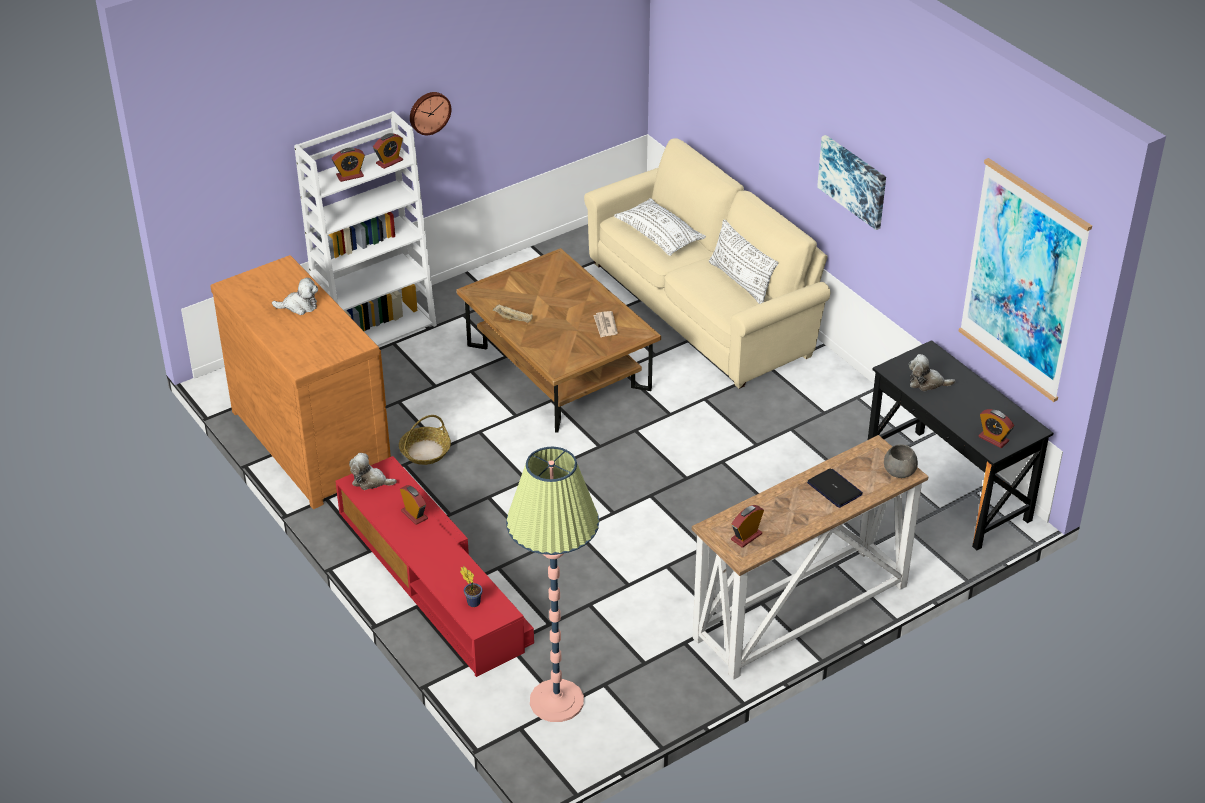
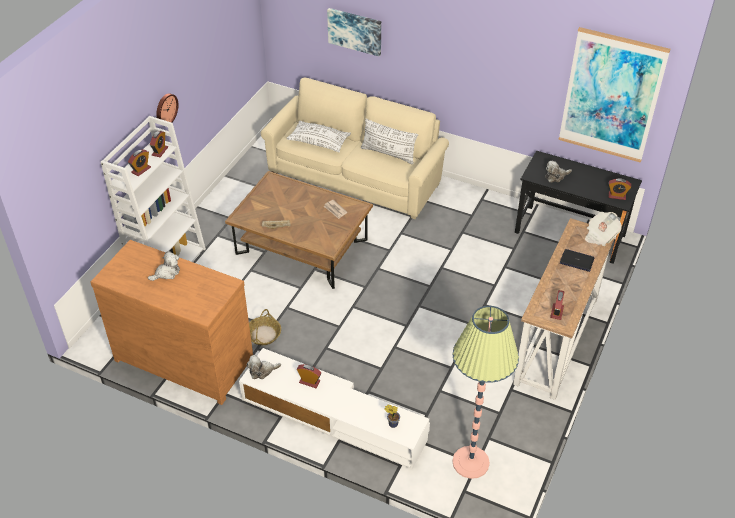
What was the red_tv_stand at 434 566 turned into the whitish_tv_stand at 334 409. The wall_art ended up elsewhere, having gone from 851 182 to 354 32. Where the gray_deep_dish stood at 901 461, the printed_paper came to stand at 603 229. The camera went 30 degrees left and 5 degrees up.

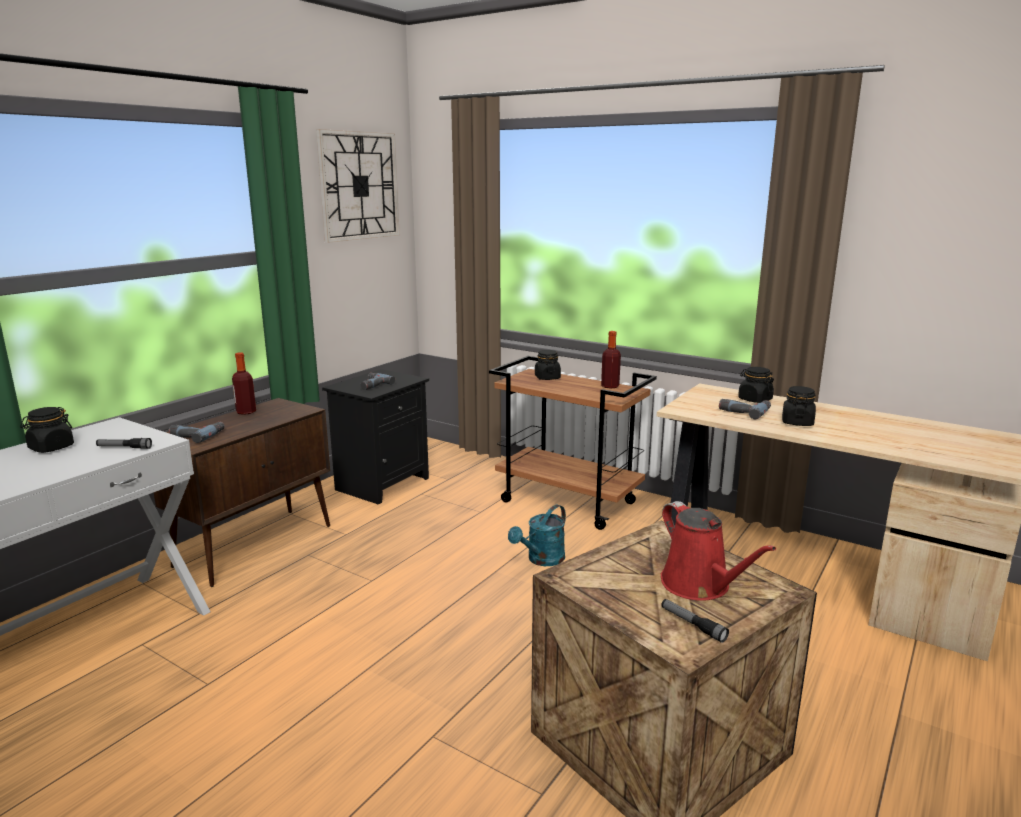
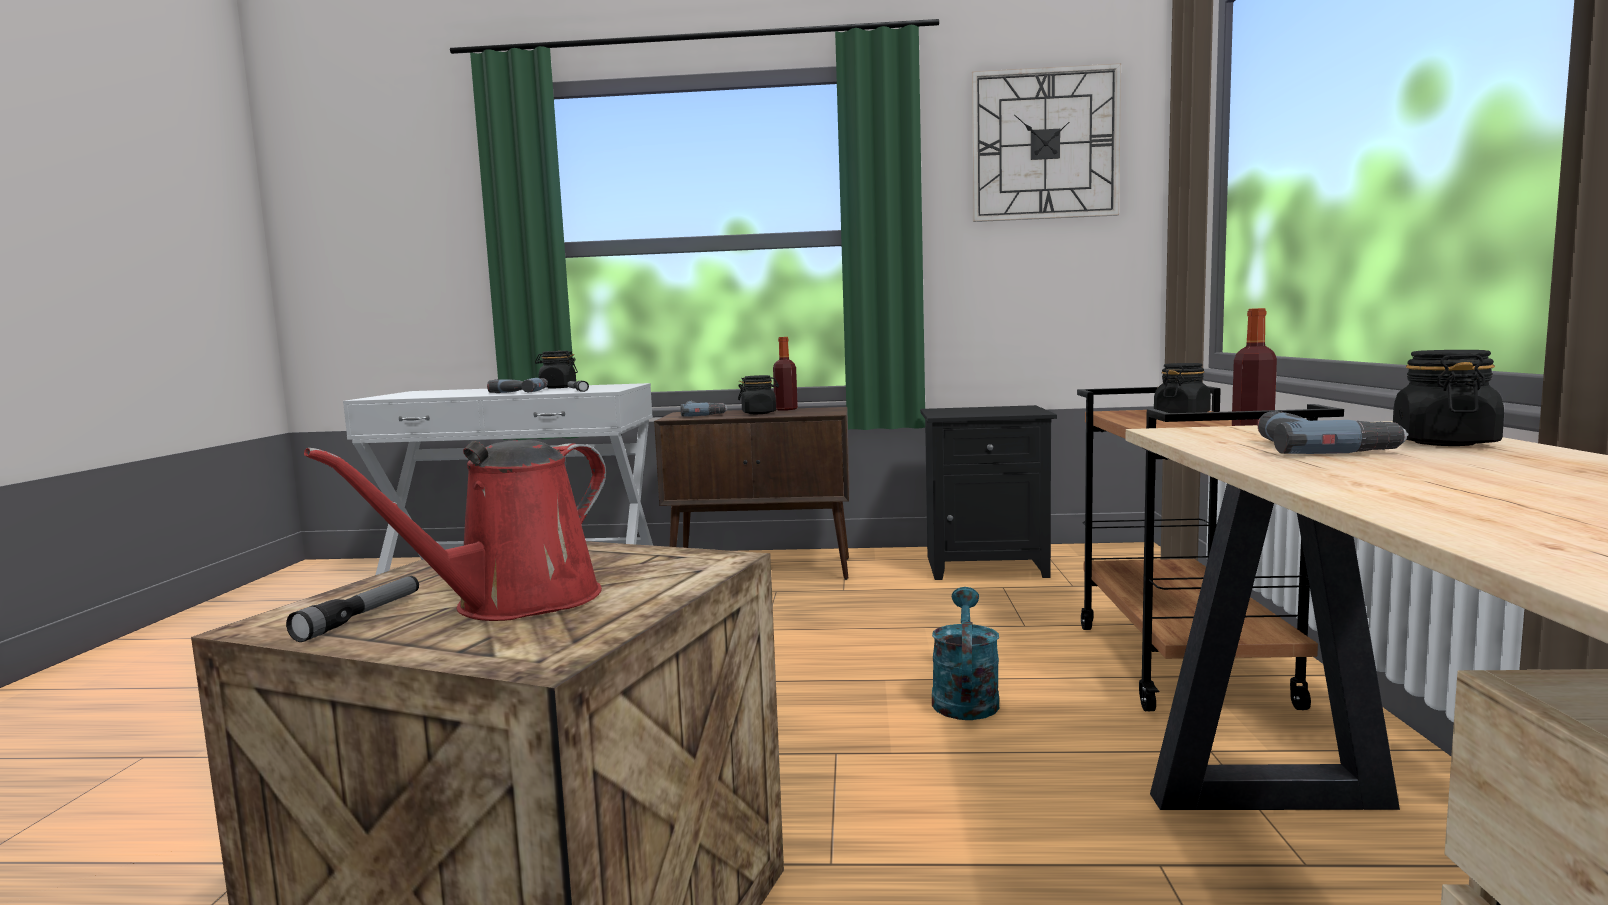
The power_drill ended up elsewhere, having gone from 378 381 to 517 385. The blue-green_sprinkling_can at 537 535 ended up facing another way, 90 degrees clockwise from before. The blackish_storage_jar ended up elsewhere, having gone from 799 406 to 758 394. The camera went 60 degrees right and 10 degrees down.

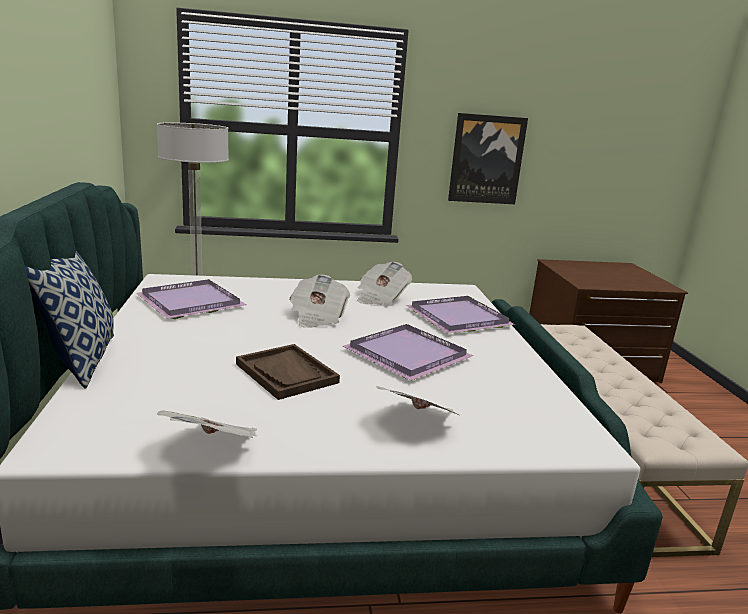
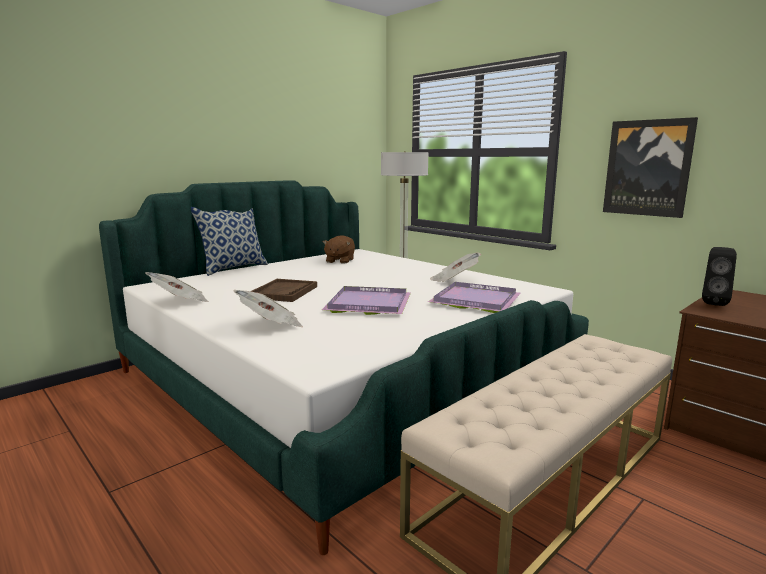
Where the purplish_carrying_tray stood at 191 299, the brown-coloured_cuddly_toy came to stand at 339 249. The second view lost the printed_paper at 320 301. The second view gained the blackish_loudspeaker at 719 276. The camera went 55 degrees right and 5 degrees down.

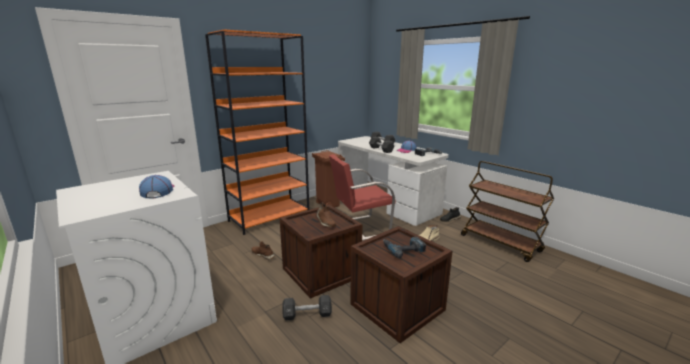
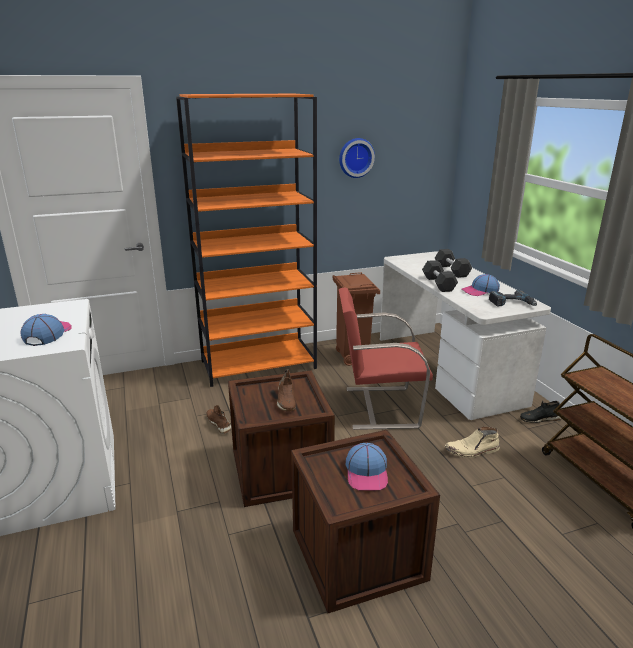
The second view lost the blackish_dumbbell at 307 308. Where the power_drill stood at 404 247, the peaked_cap came to stand at 367 466. The second view gained the wall_clock at 357 158. The camera went 20 degrees right and 5 degrees up.

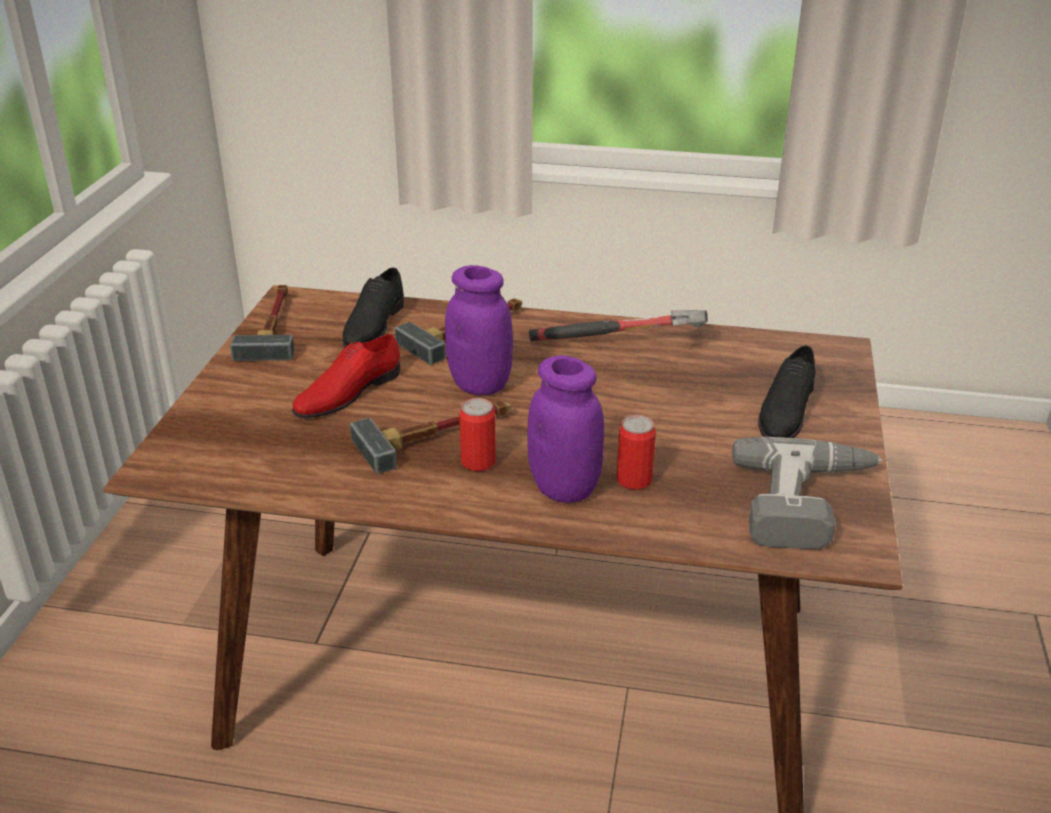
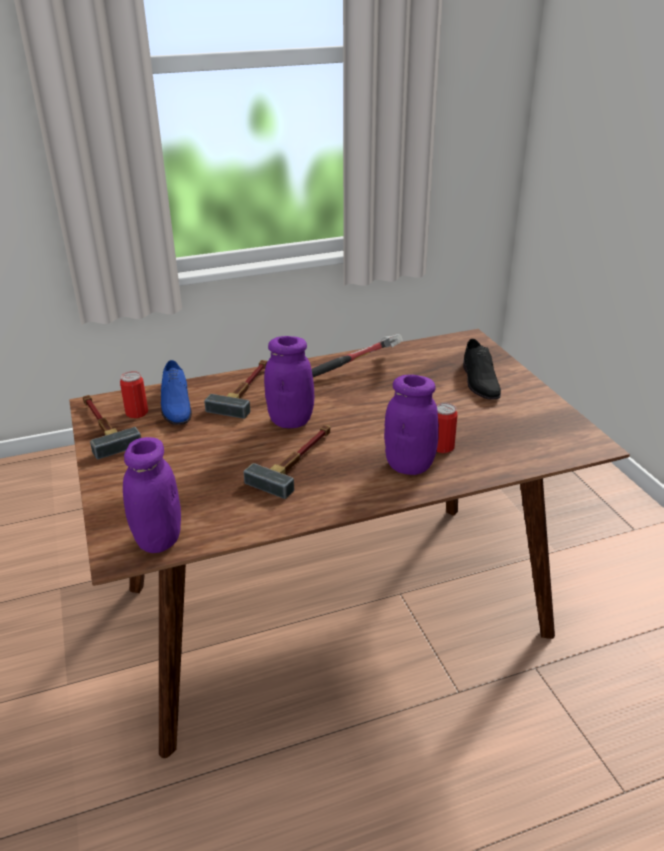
The second view lost the red_low_shoe at 346 376. What was the blackish_low_shoe at 373 307 turned into the blue-coloured_low_shoe at 176 392. The sealed_can ended up elsewhere, having gone from 477 434 to 134 394. The second view lost the power_drill at 807 493. The second view gained the purplish_storage_jar at 152 495. The camera went 30 degrees left and 0 degrees up.

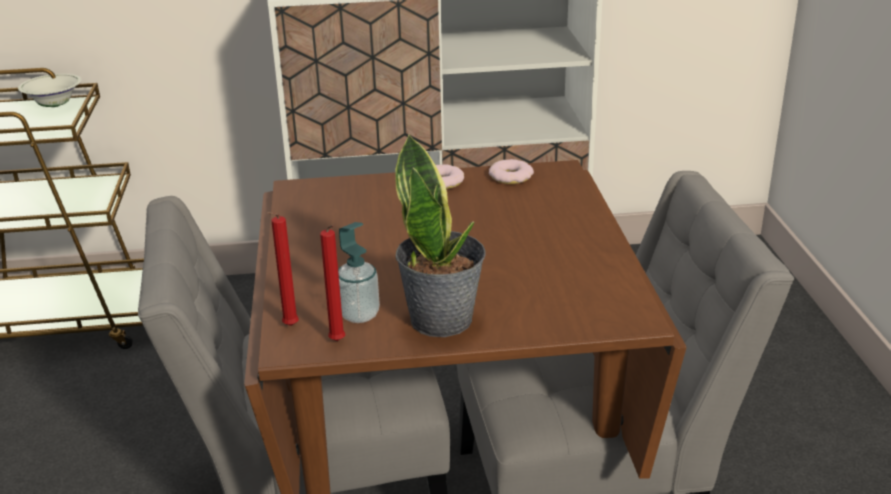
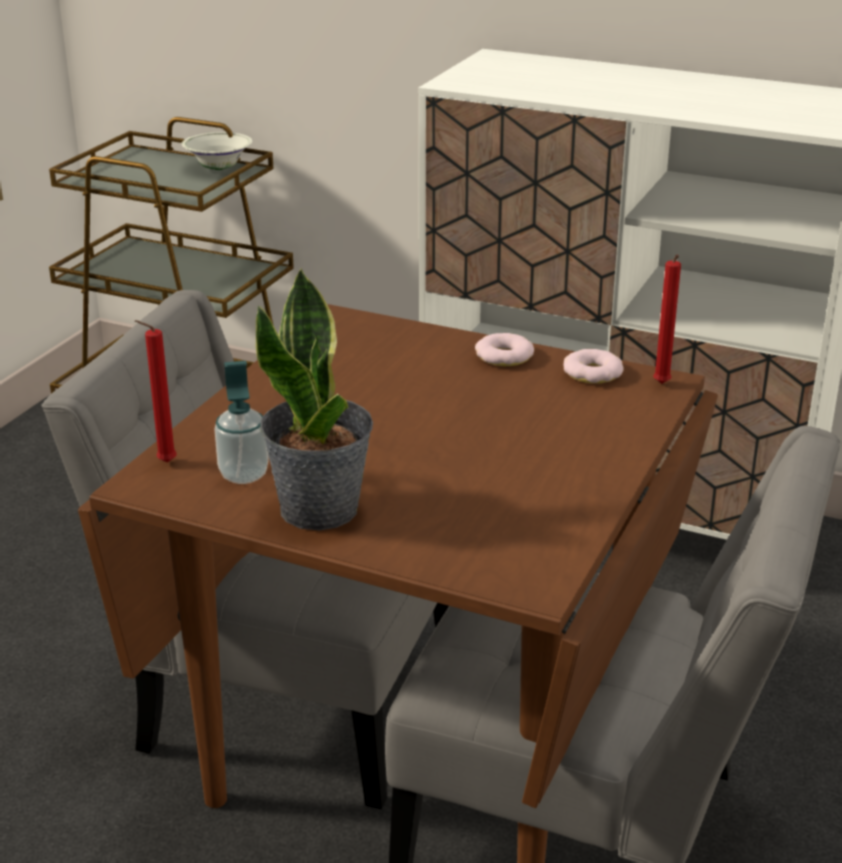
The red_wax_light ended up elsewhere, having gone from 332 283 to 667 319. The camera went 30 degrees right and 0 degrees up.

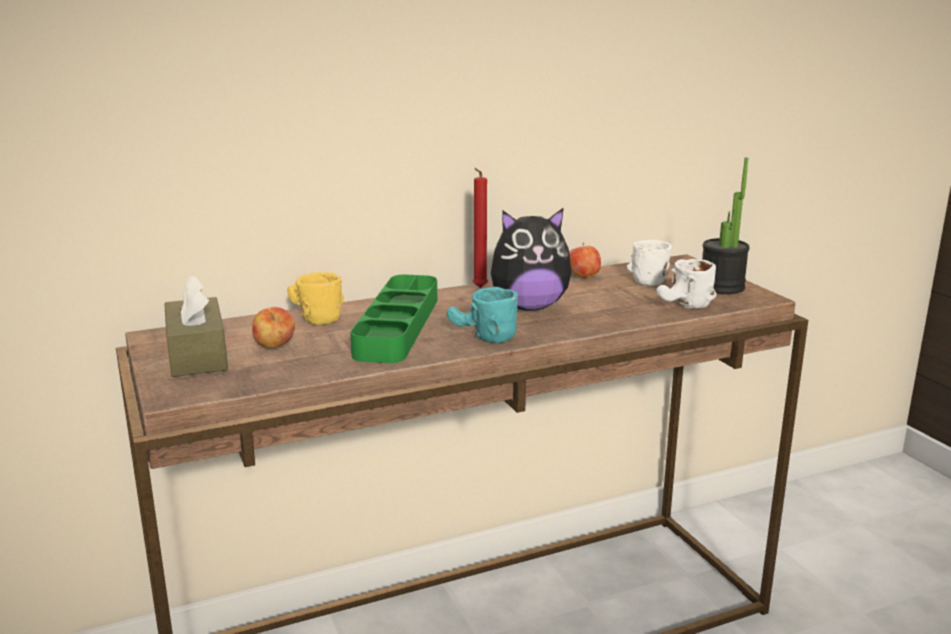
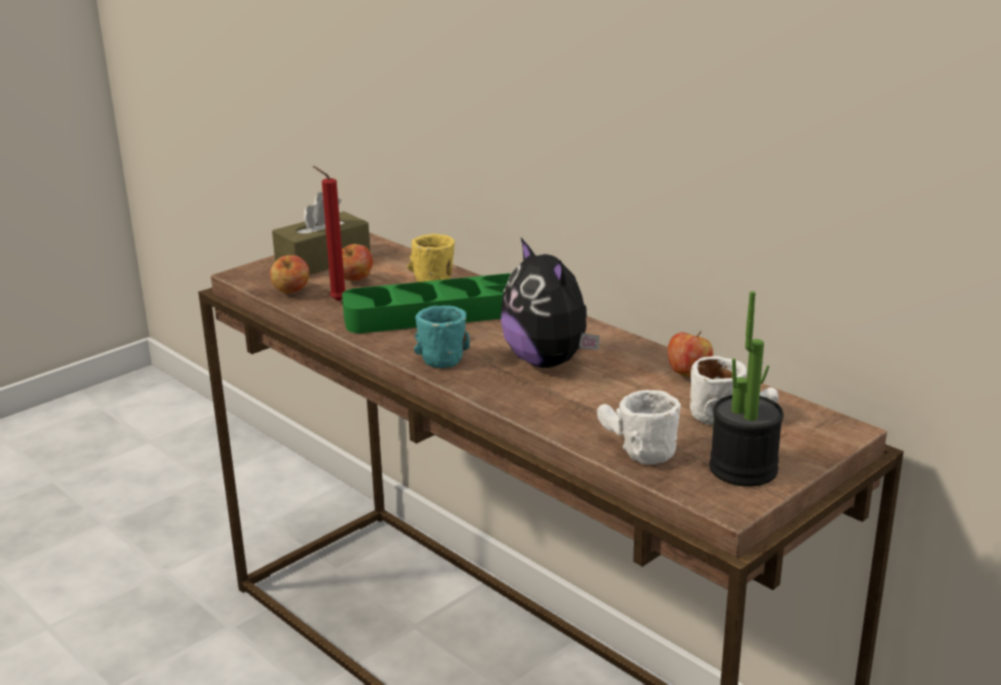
The red_wax_light ended up elsewhere, having gone from 480 228 to 329 233. The second view gained the apple_fruit at 289 274. The camera went 70 degrees right and 5 degrees up.

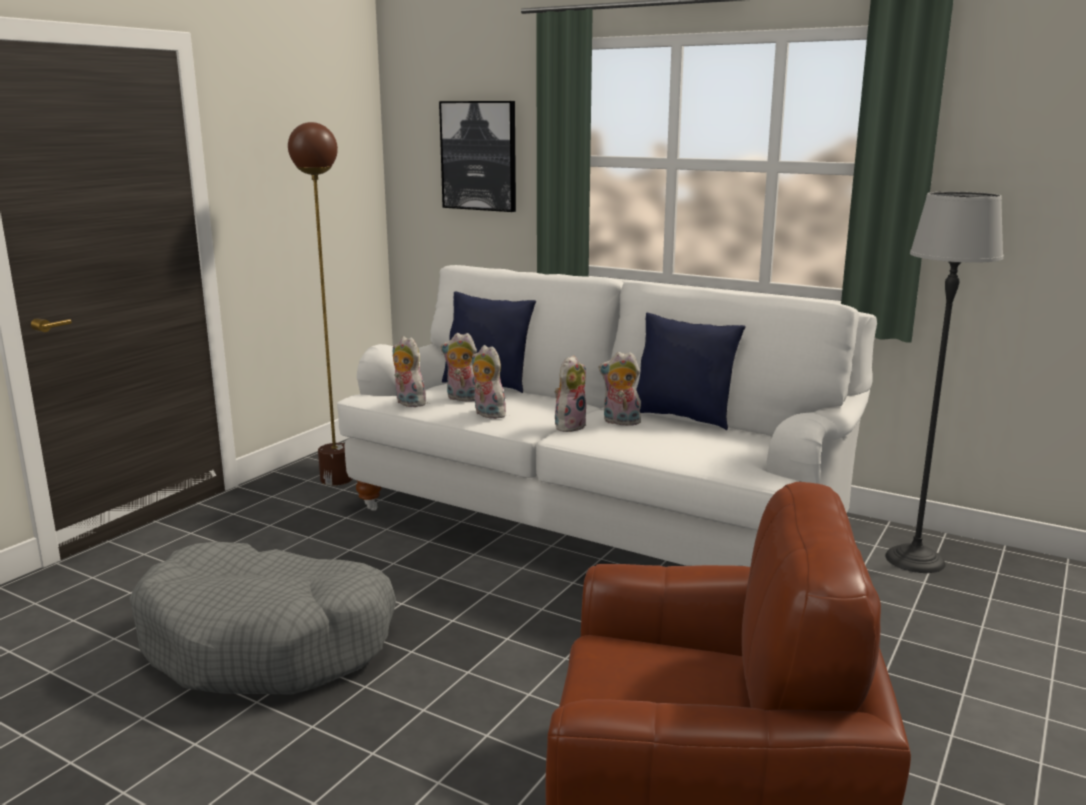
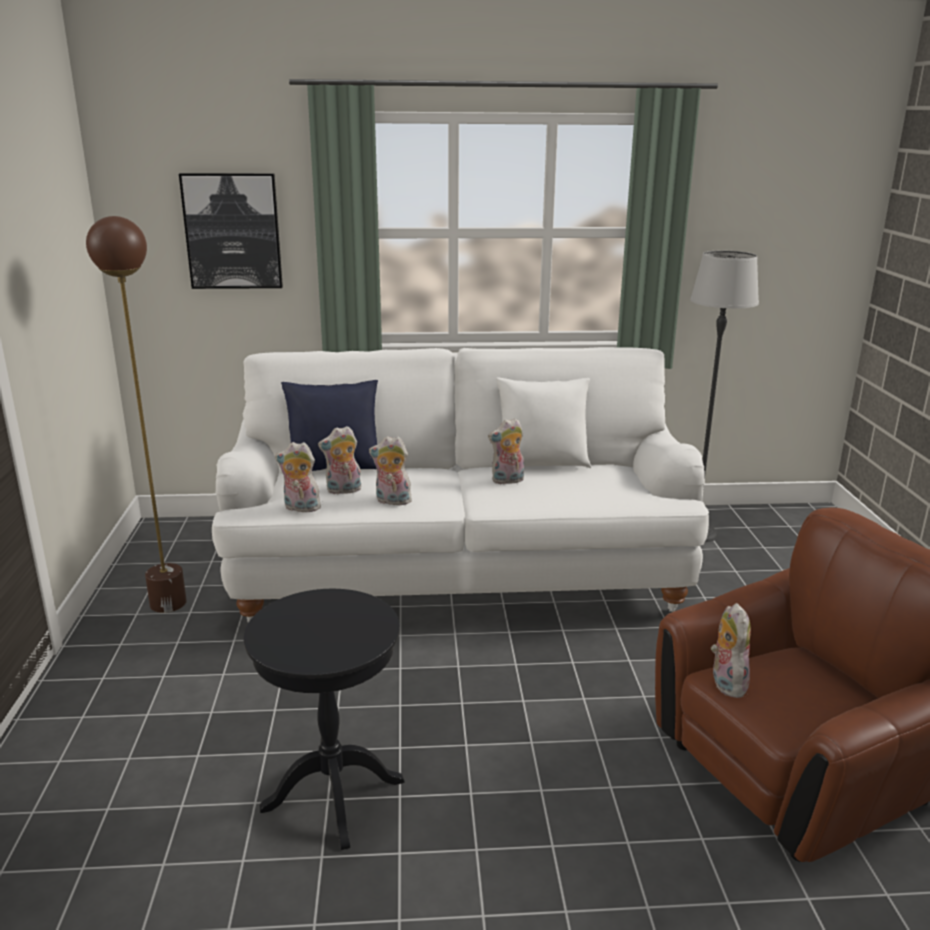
Where the gray_dog_bed stood at 262 618, the blackish_side_table came to stand at 324 719. The cuddly_toy ended up elsewhere, having gone from 571 393 to 731 650. What was the blue-coloured_pillow at 691 371 turned into the whitish_pillow at 543 423. The camera went 35 degrees left and 5 degrees up.

